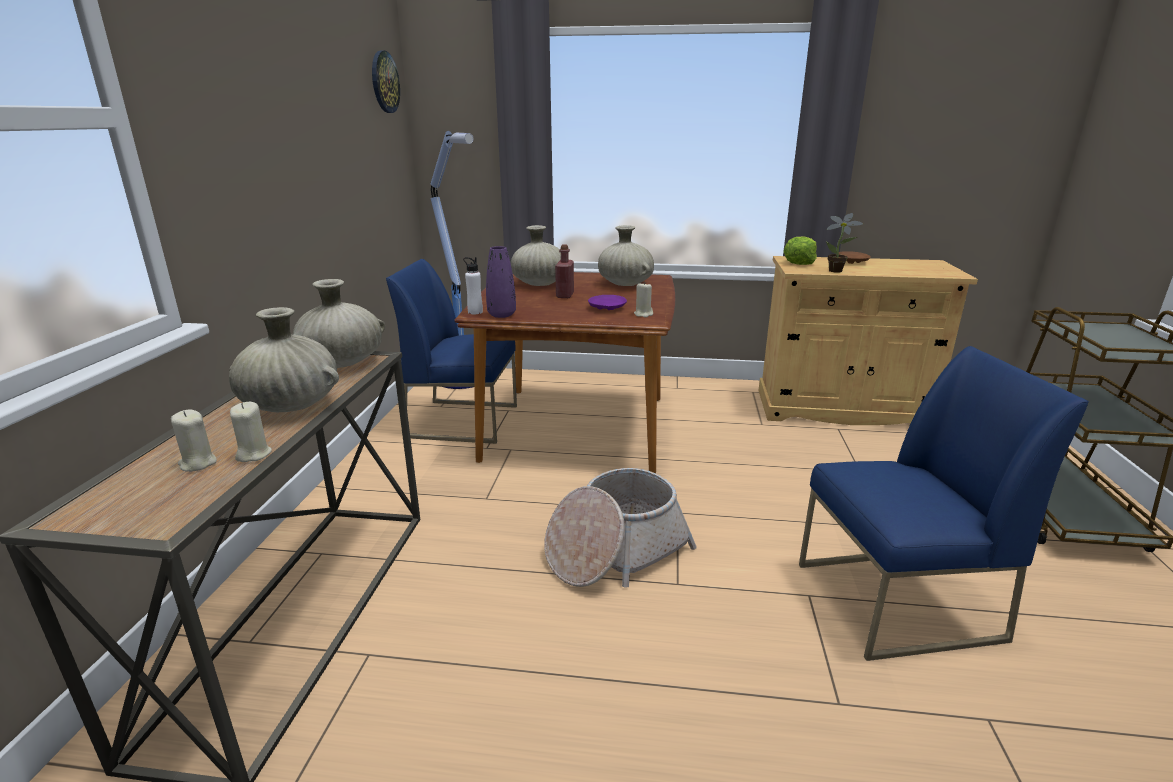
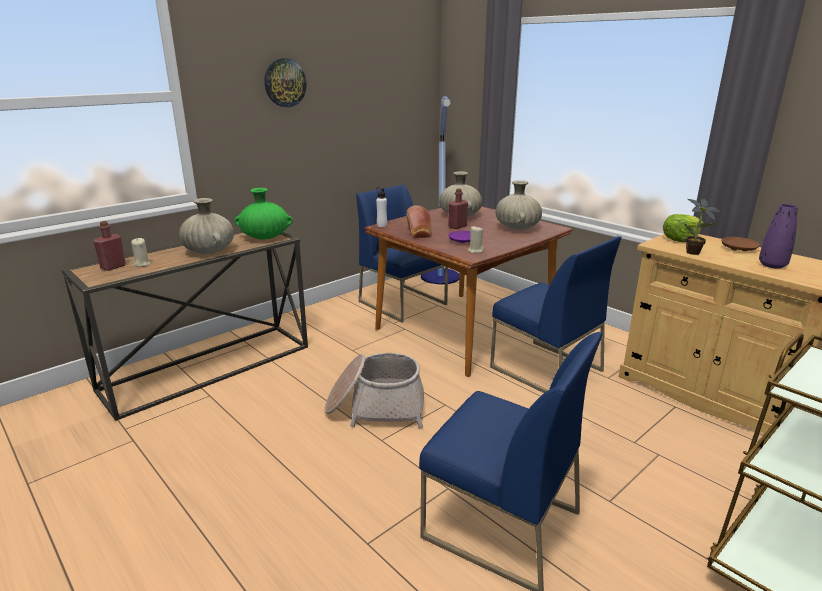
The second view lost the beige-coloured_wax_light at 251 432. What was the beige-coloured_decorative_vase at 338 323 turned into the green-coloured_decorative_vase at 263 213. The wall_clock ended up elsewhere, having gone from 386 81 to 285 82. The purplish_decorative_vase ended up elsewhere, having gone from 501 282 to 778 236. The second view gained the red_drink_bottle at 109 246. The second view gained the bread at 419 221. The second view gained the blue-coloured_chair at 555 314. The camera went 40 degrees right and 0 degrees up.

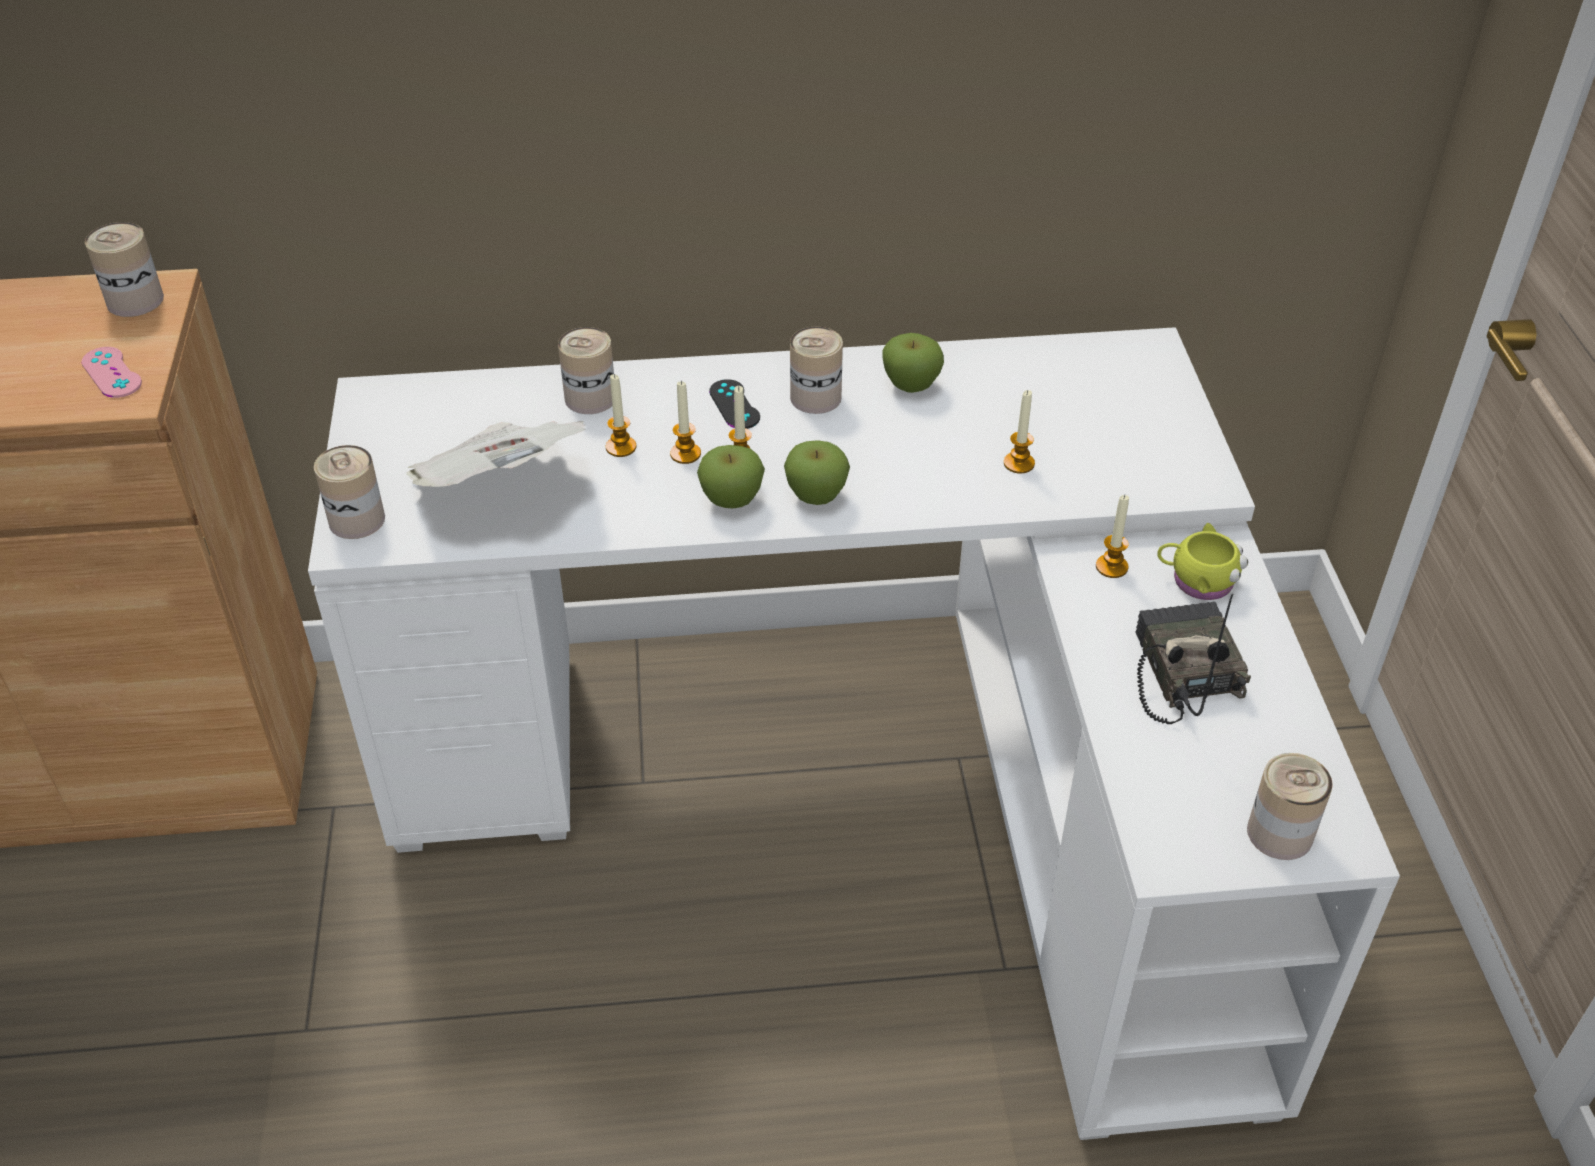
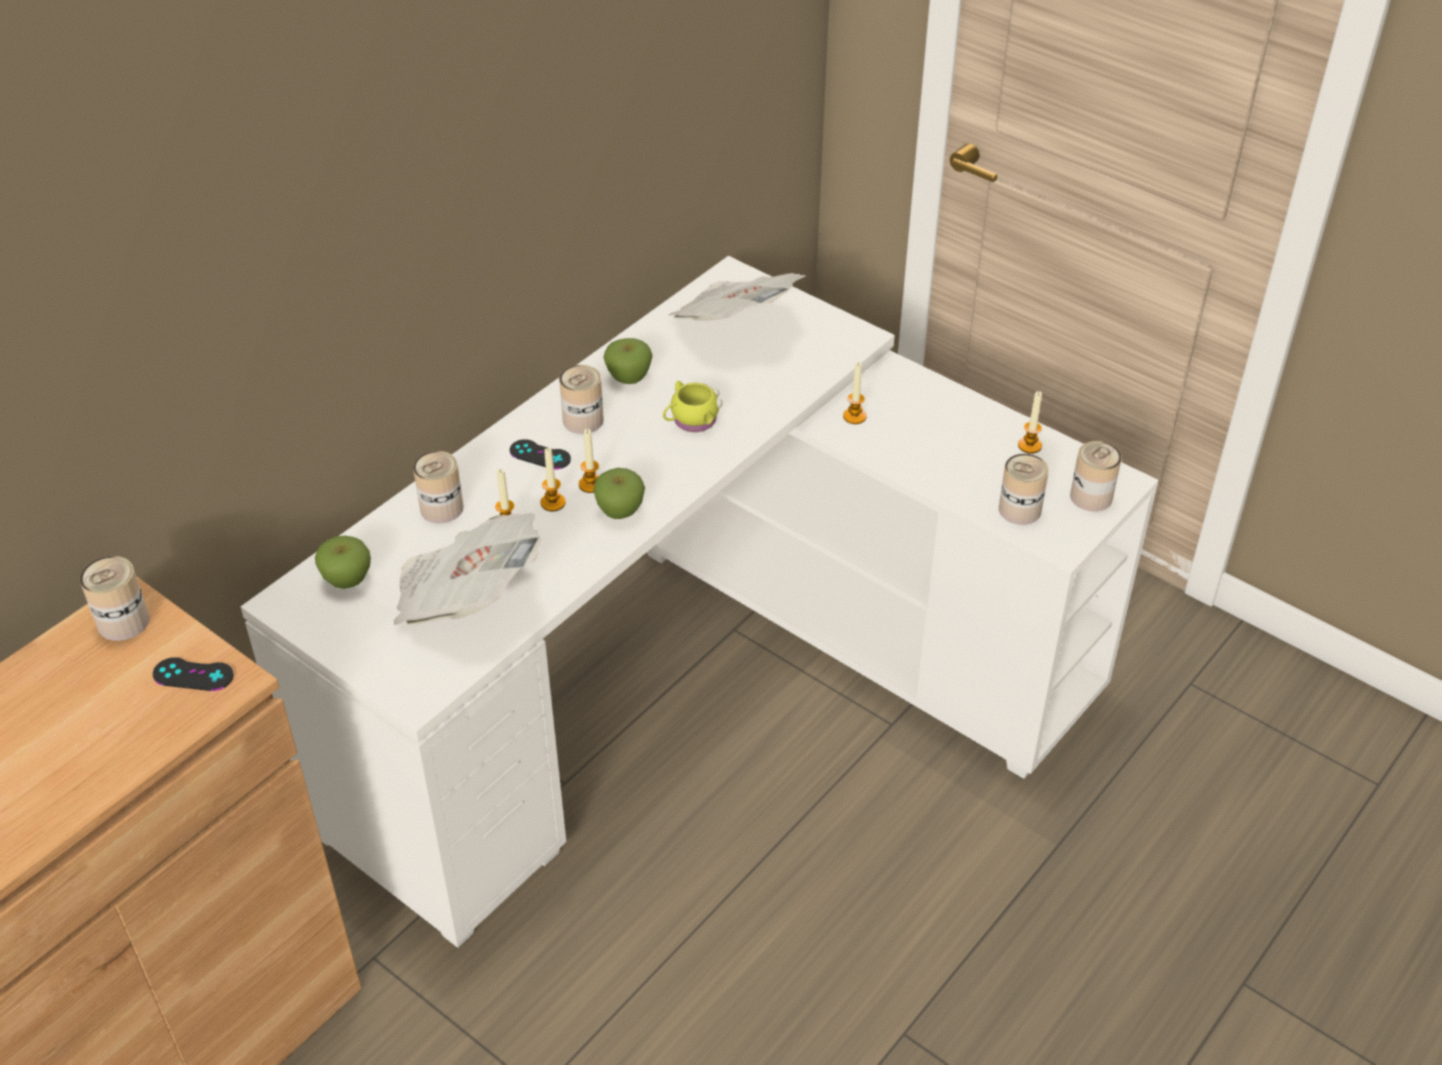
What was the pink_game_controller at 111 372 turned into the blackish_game_controller at 193 674. The sealed_can ended up elsewhere, having gone from 349 492 to 1024 489. The apple_fruit ended up elsewhere, having gone from 817 472 to 343 562. The wax_light ended up elsewhere, having gone from 1019 432 to 1030 422. The second view lost the radio_set at 1193 659. The yellow_tea_mug ended up elsewhere, having gone from 1202 561 to 692 406. The second view gained the printed_paper at 737 297. The camera went 45 degrees left and 0 degrees up.

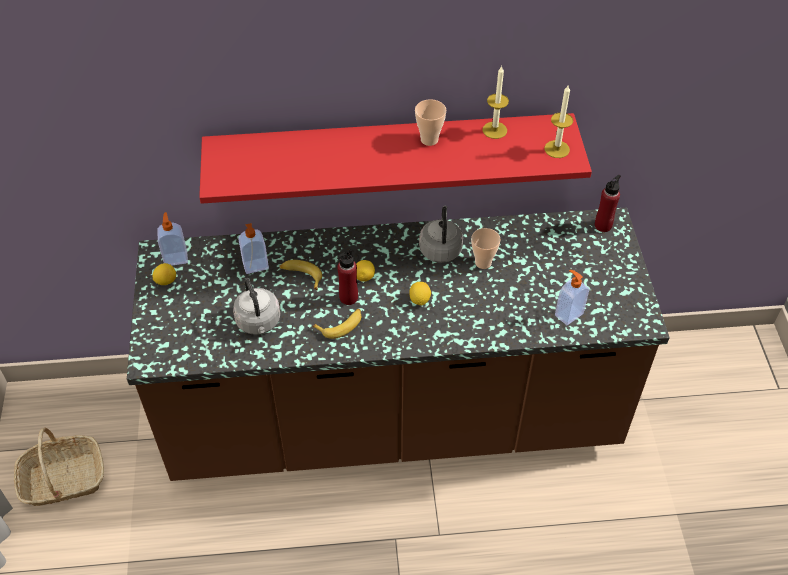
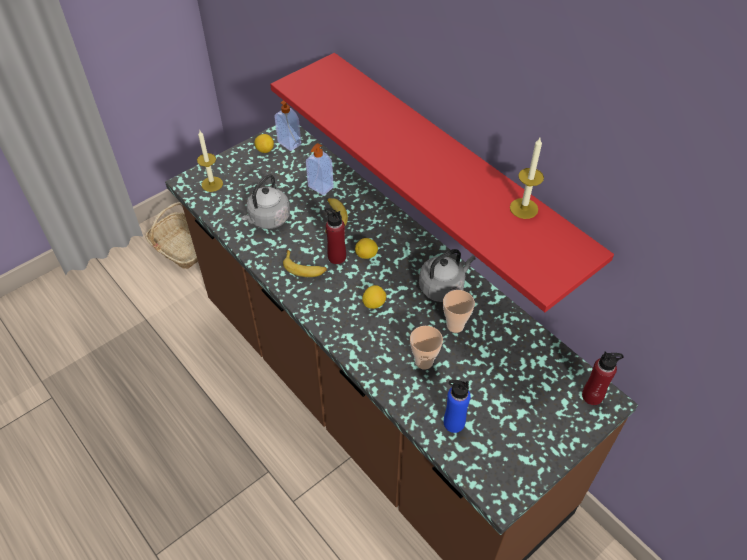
The small_cup ended up elsewhere, having gone from 430 122 to 426 347. The wax_light ended up elsewhere, having gone from 558 121 to 210 161. Where the soap_bottle stood at 572 297, the blue-coloured_drink_bottle came to stand at 457 406. The camera went 55 degrees right and 0 degrees up.

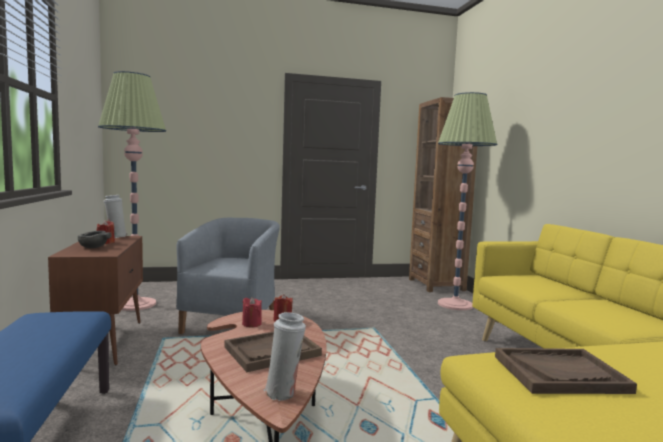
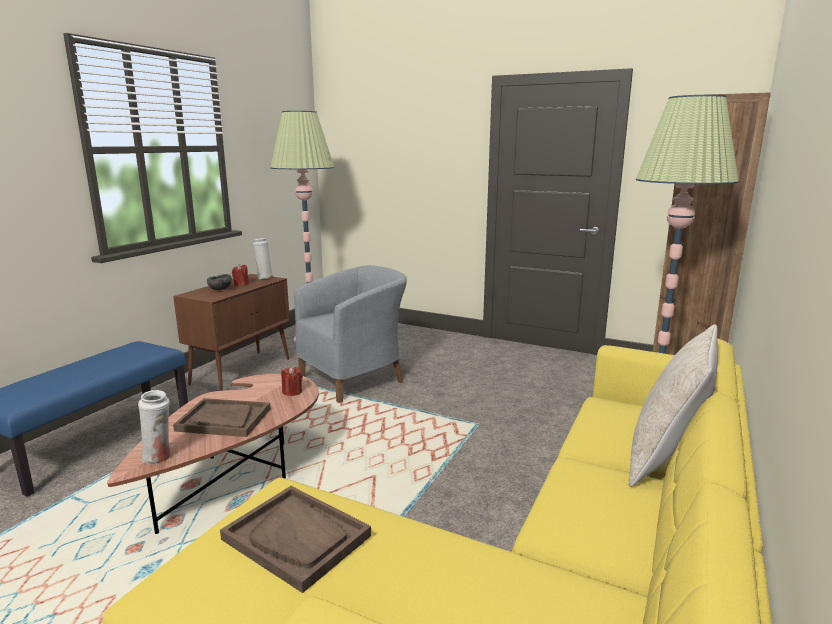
The second view lost the red_wax_light at 252 312. The second view gained the beige-coloured_pillow at 673 405. The camera went 40 degrees right and 10 degrees up.

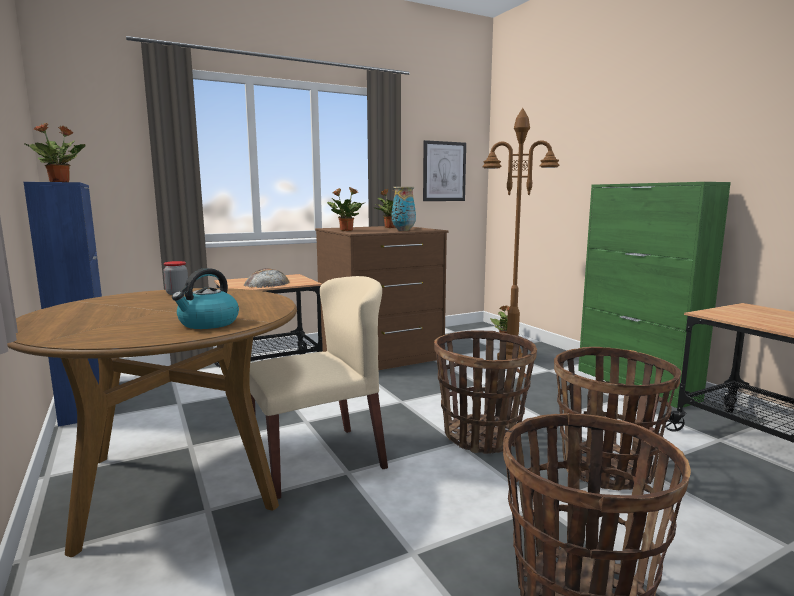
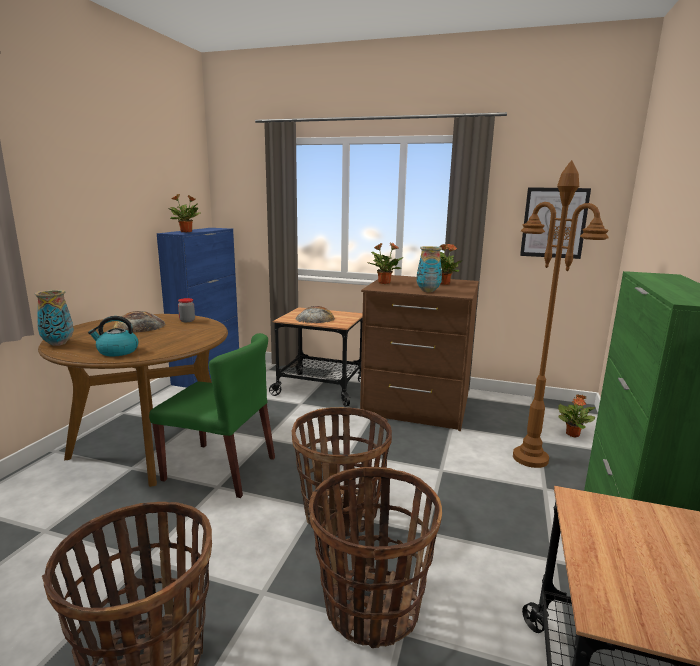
What was the beige-coloured_chair at 318 387 turned into the green-coloured_chair at 212 415. The second view gained the decorative_vase at 54 318. The second view gained the bread at 138 322. The camera went 45 degrees right and 5 degrees up.

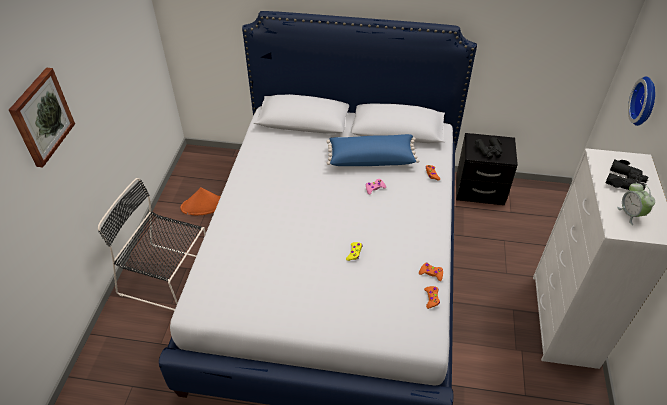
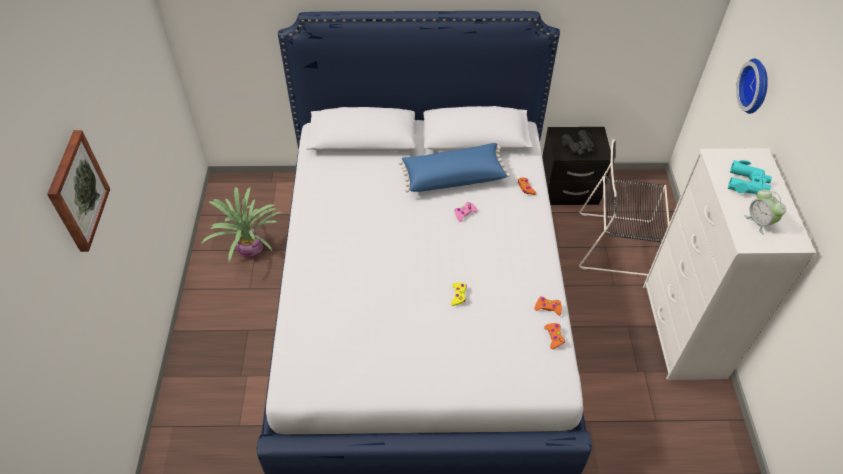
The blackish_chair ended up elsewhere, having gone from 152 244 to 624 207. Where the orange-coloured_clothing_hat stood at 200 201, the plant_in_a_pot came to stand at 241 224. What was the blackish_field_glasses at 627 174 turned into the blue-green_field_glasses at 750 177. The camera went 10 degrees left and 5 degrees up.

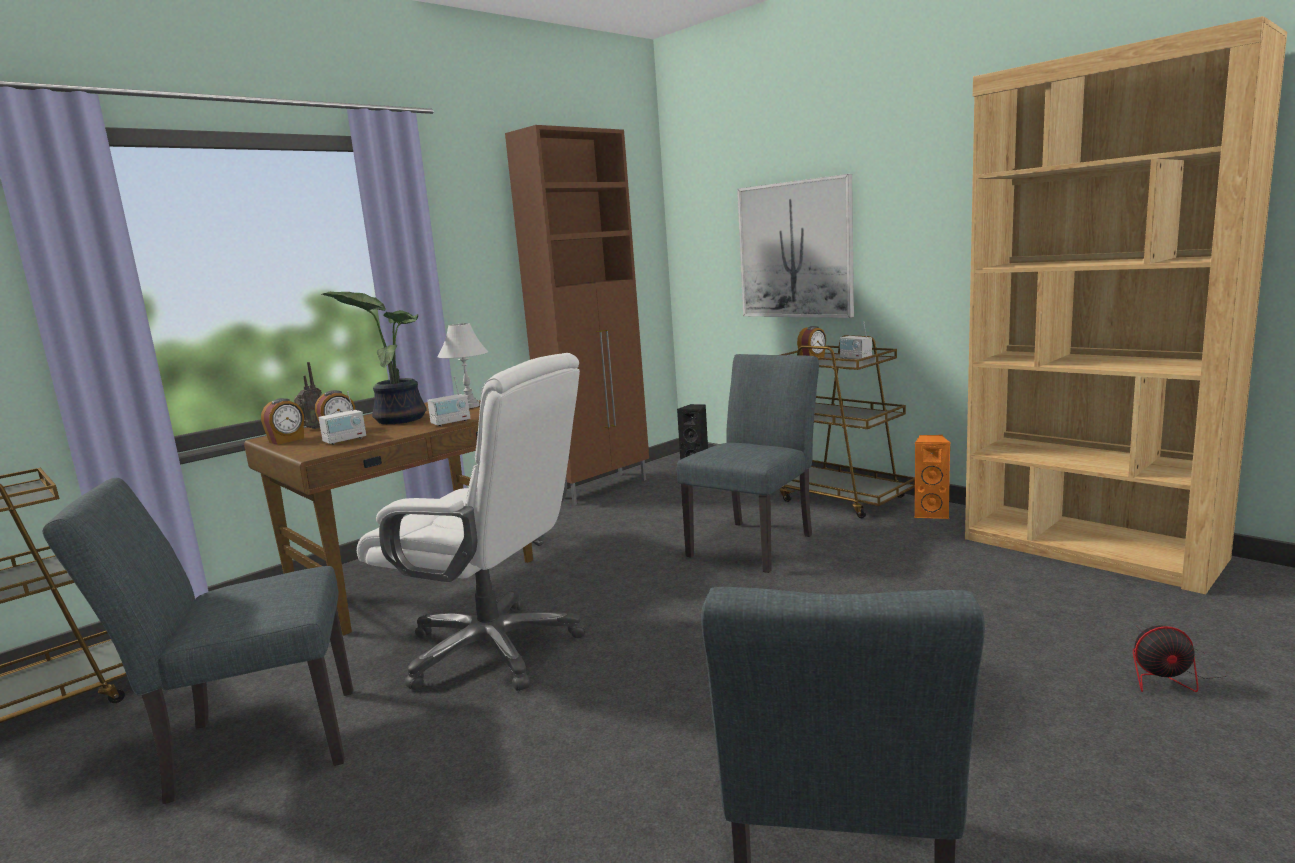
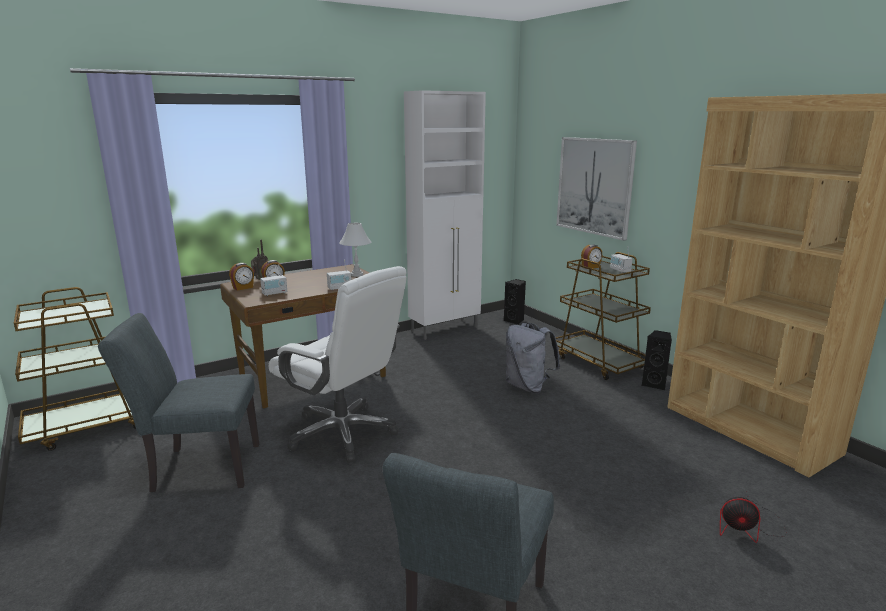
The second view lost the plant_in_a_pot at 374 358. What was the brown-coloured_cabinet at 577 315 turned into the whitish_cabinet at 445 215. Where the gray_chair stood at 748 463, the gray_rucksack came to stand at 533 358. What was the orange-coloured_loudspeaker at 932 477 turned into the blackish_loudspeaker at 656 360. The camera went 10 degrees right and 5 degrees up.

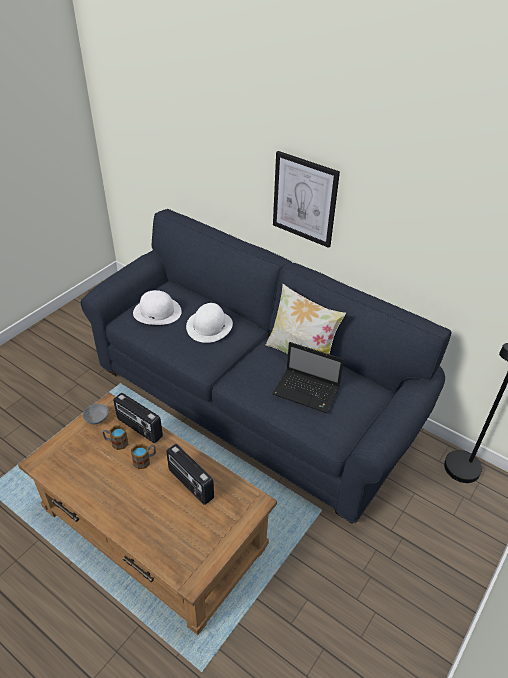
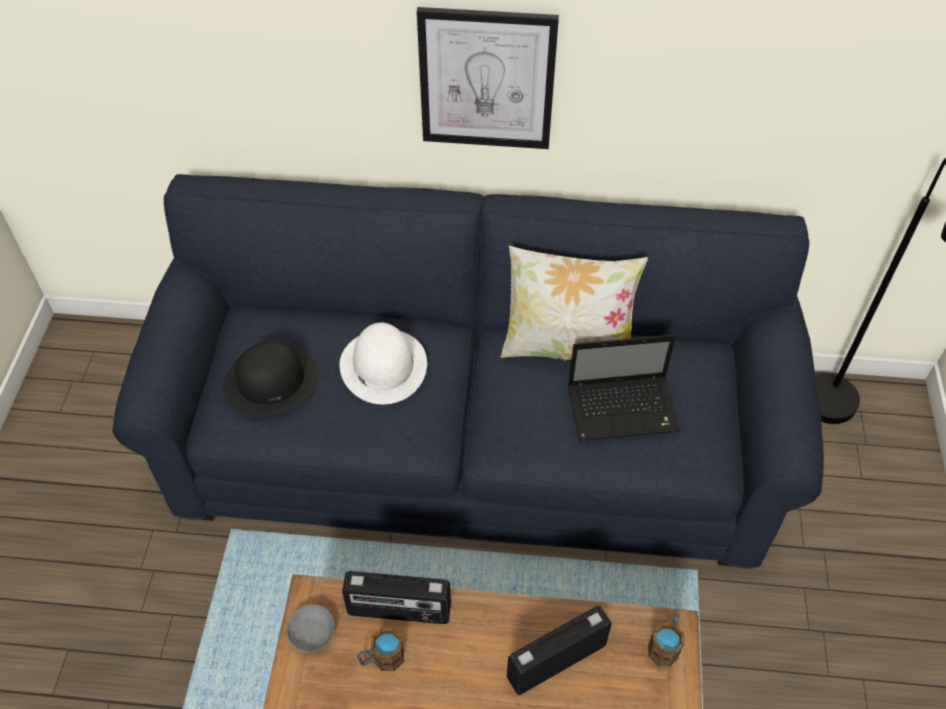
The tea_mug ended up elsewhere, having gone from 143 456 to 666 640. What was the whitish_clothing_hat at 157 307 turned into the blackish_clothing_hat at 271 378. The radio_set at 190 474 ended up facing another way, 135 degrees clockwise from before. The camera went 30 degrees left and 10 degrees up.

